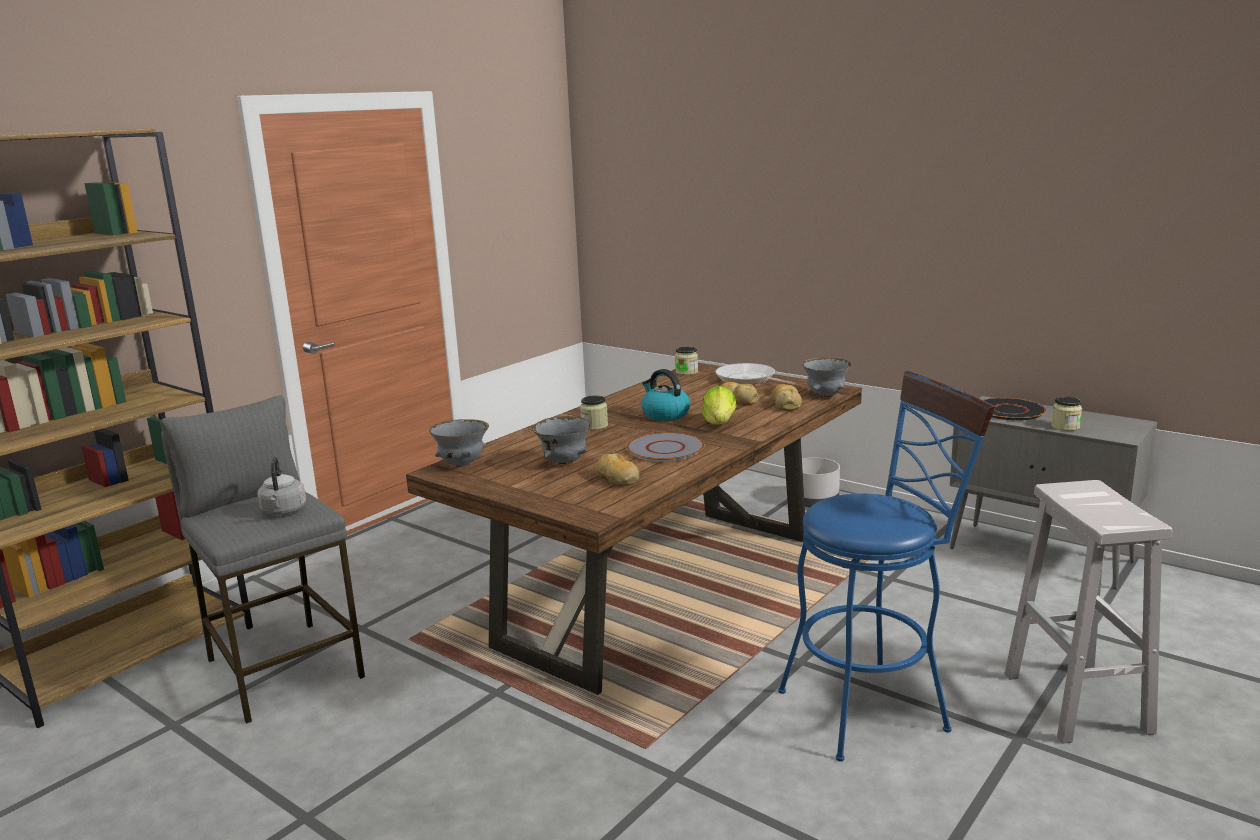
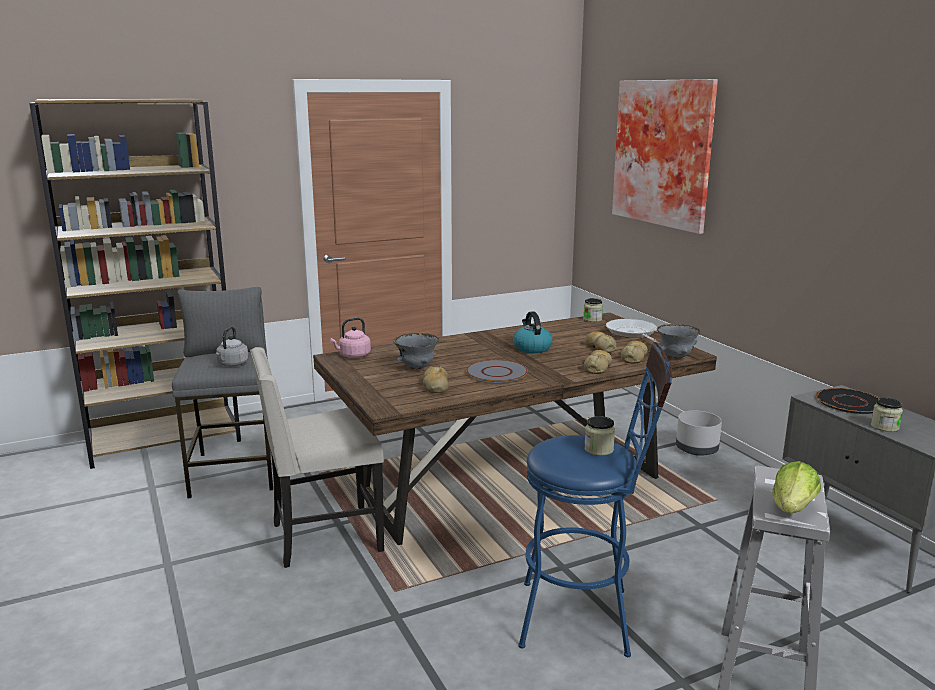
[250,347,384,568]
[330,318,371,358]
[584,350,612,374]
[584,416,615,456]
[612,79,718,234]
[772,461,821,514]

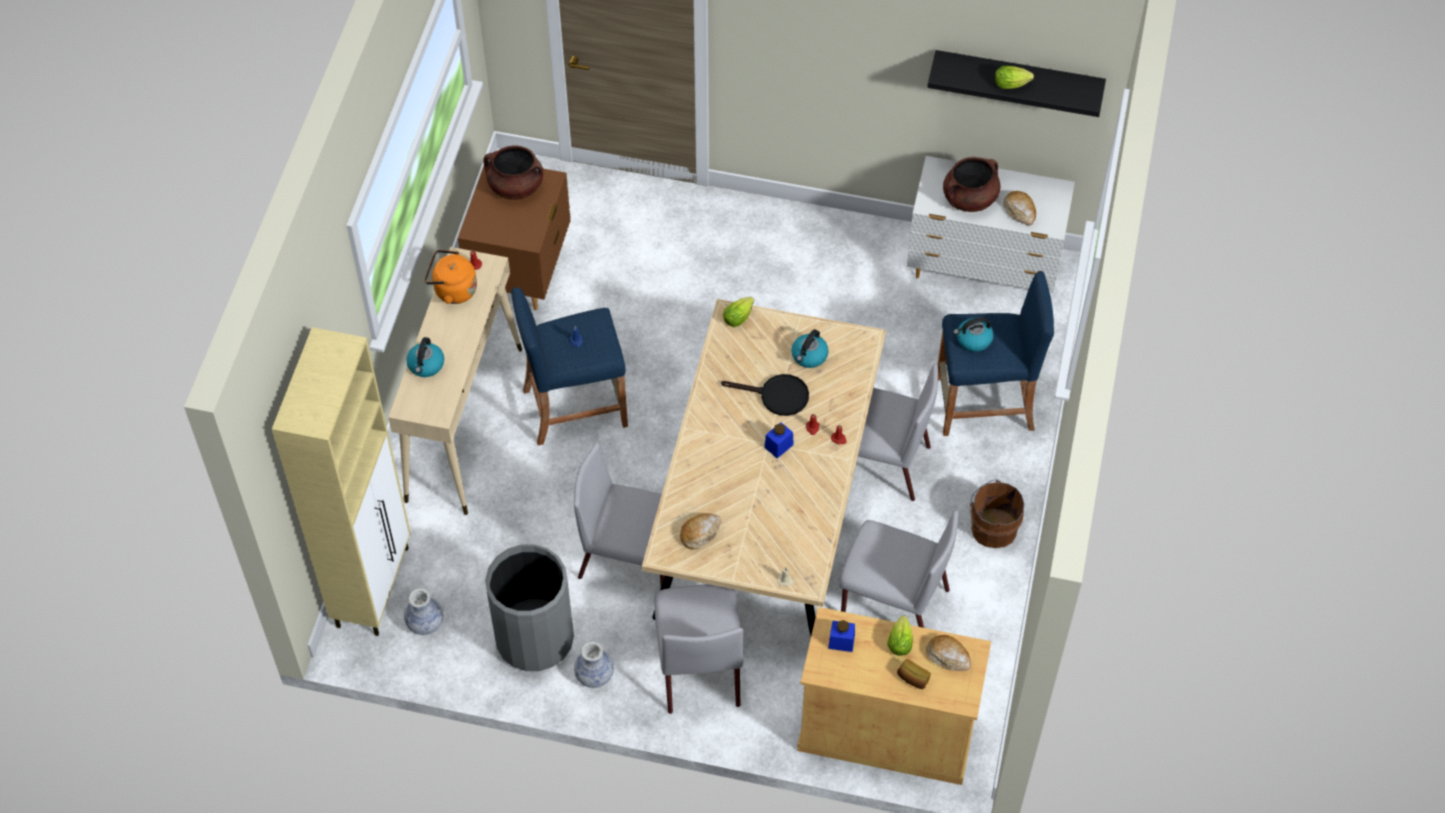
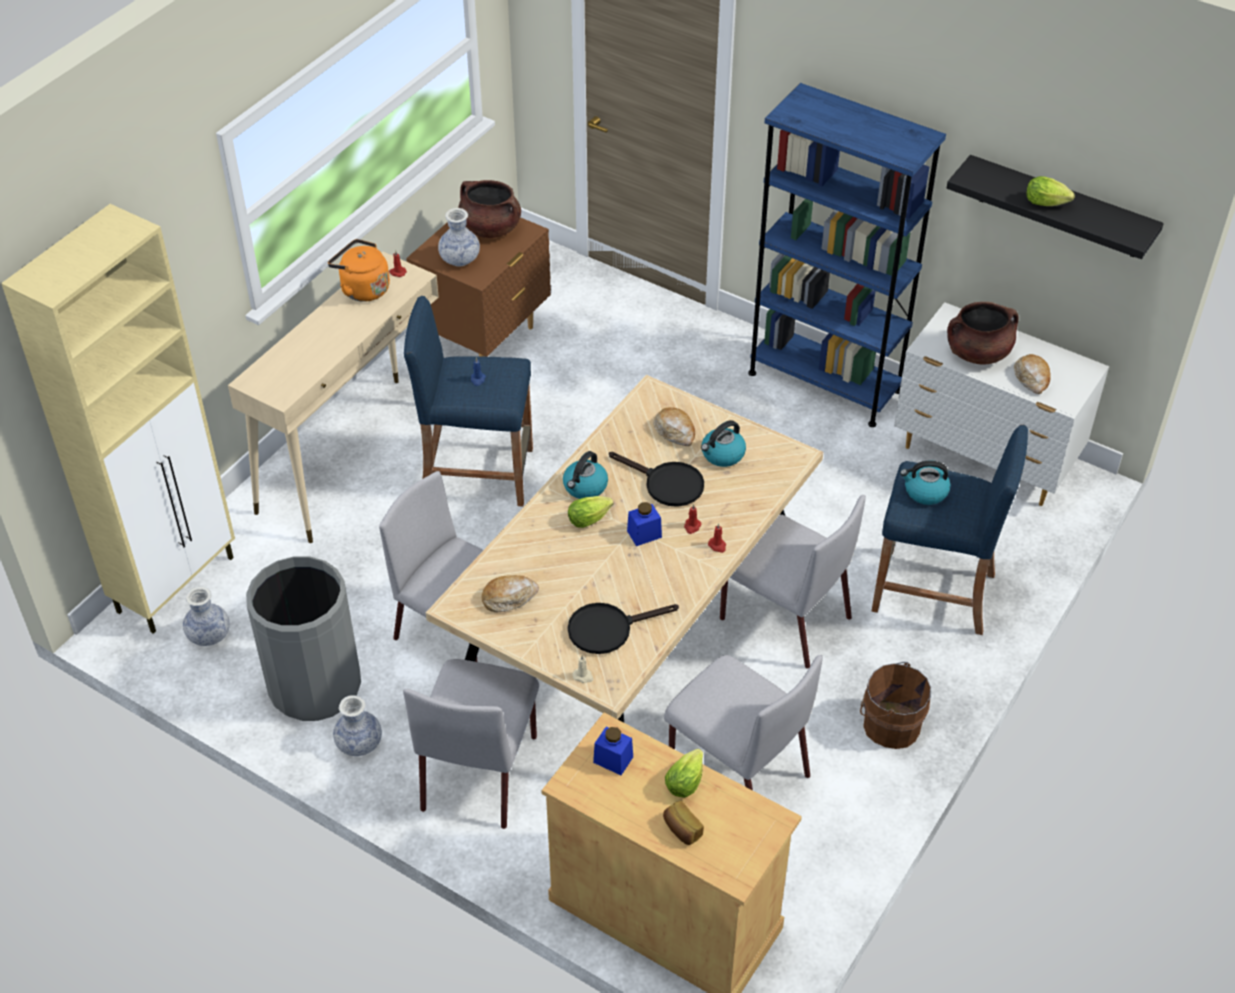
[438,208,480,266]
[563,451,608,499]
[568,496,614,528]
[568,603,679,654]
[653,407,695,446]
[748,83,946,427]

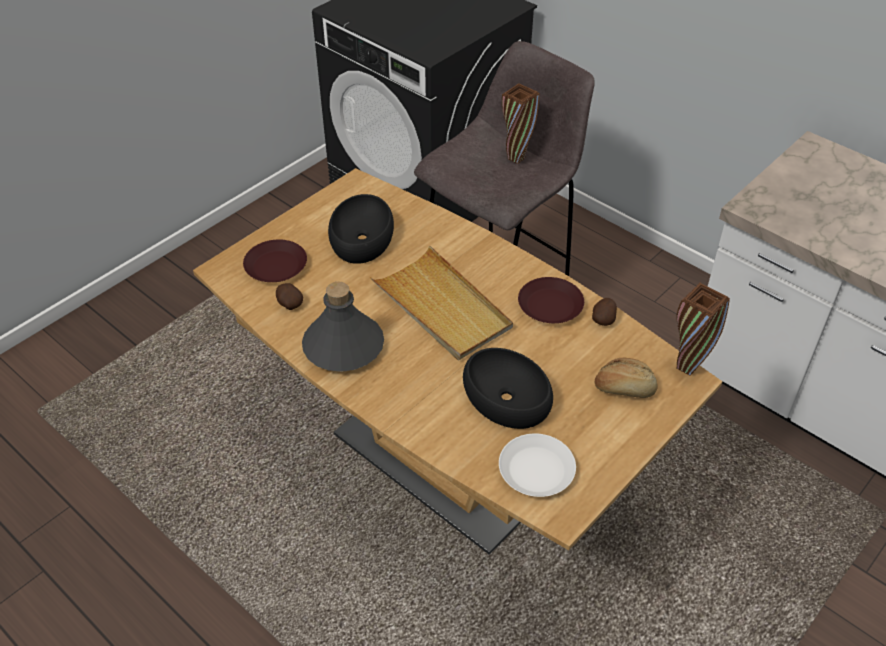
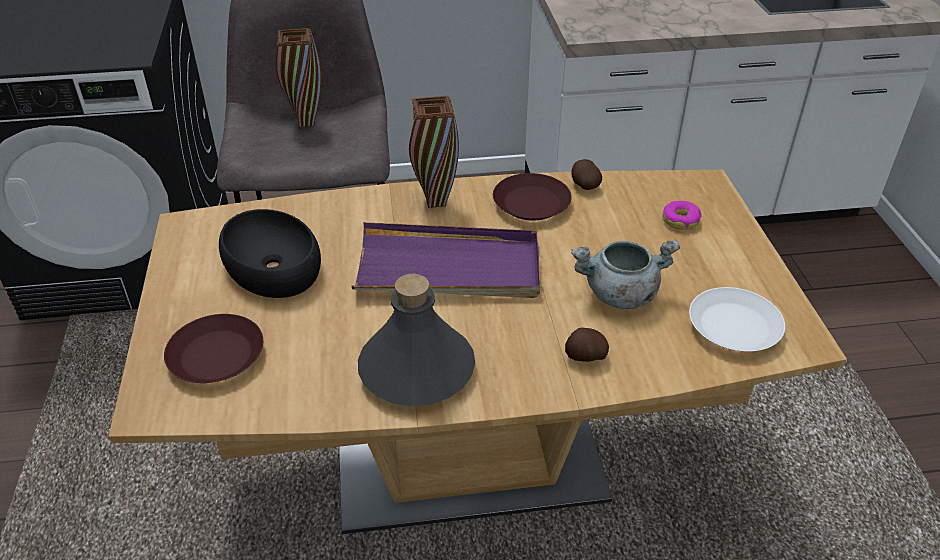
[351,222,540,298]
[409,96,459,208]
[565,328,609,362]
[571,239,680,309]
[663,200,701,230]

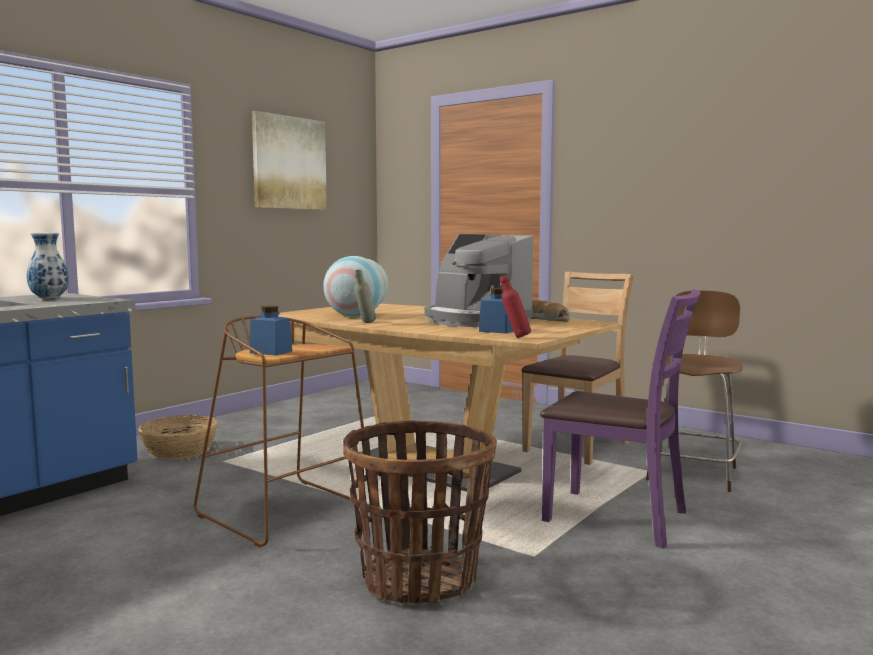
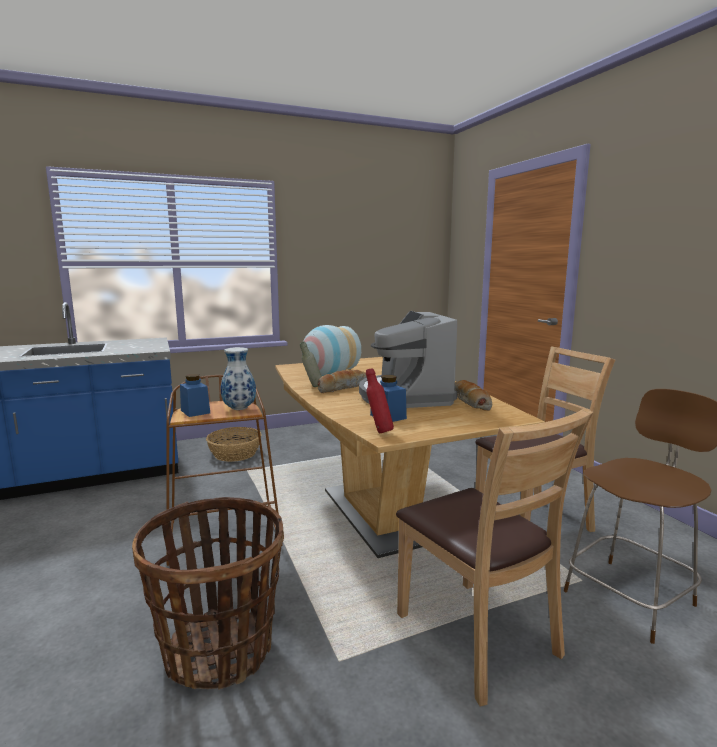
[221,347,256,410]
[318,370,367,393]
[396,408,594,707]
[252,111,327,210] (first image)

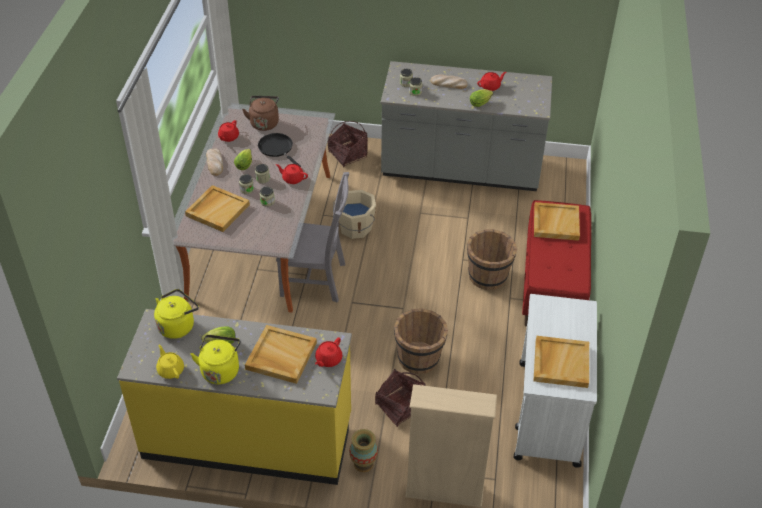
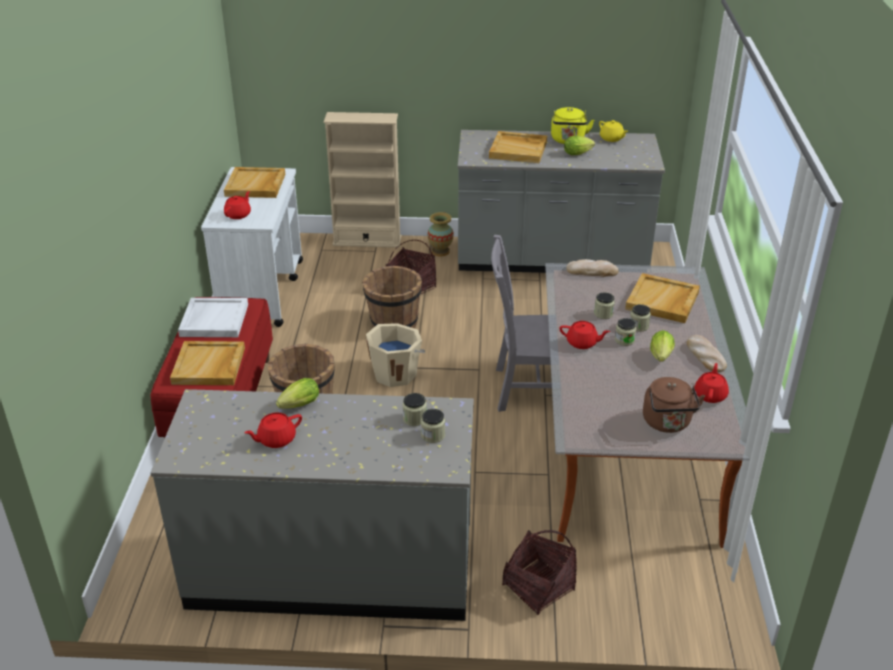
[178,298,248,337]
[224,191,251,219]
[366,323,425,387]
[458,130,665,273]
[566,259,619,277]
[154,289,199,339] (first image)
[258,133,301,167] (first image)

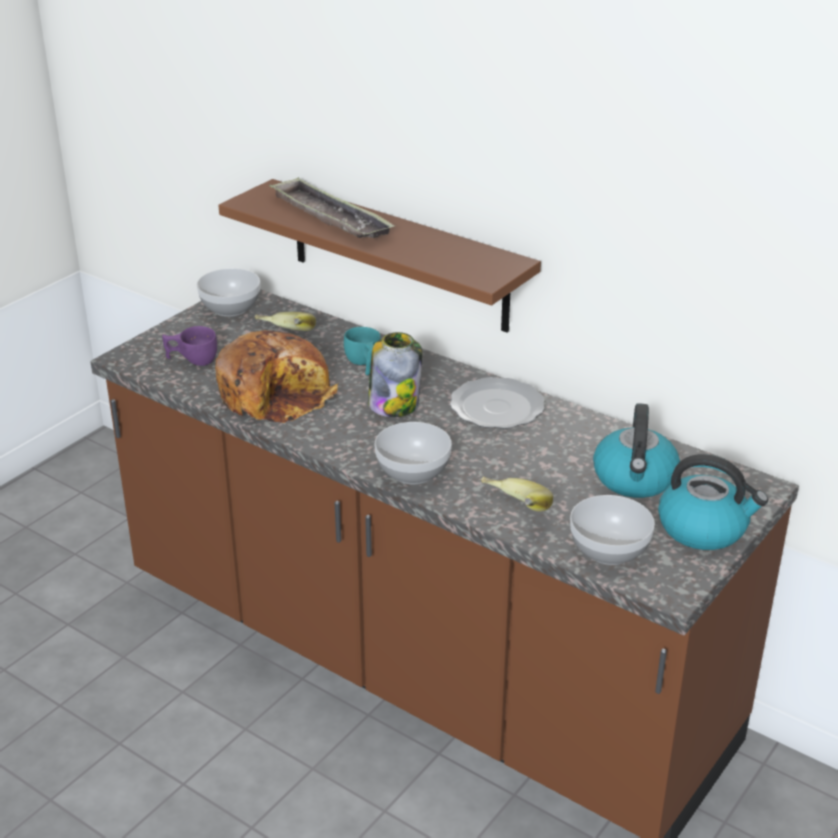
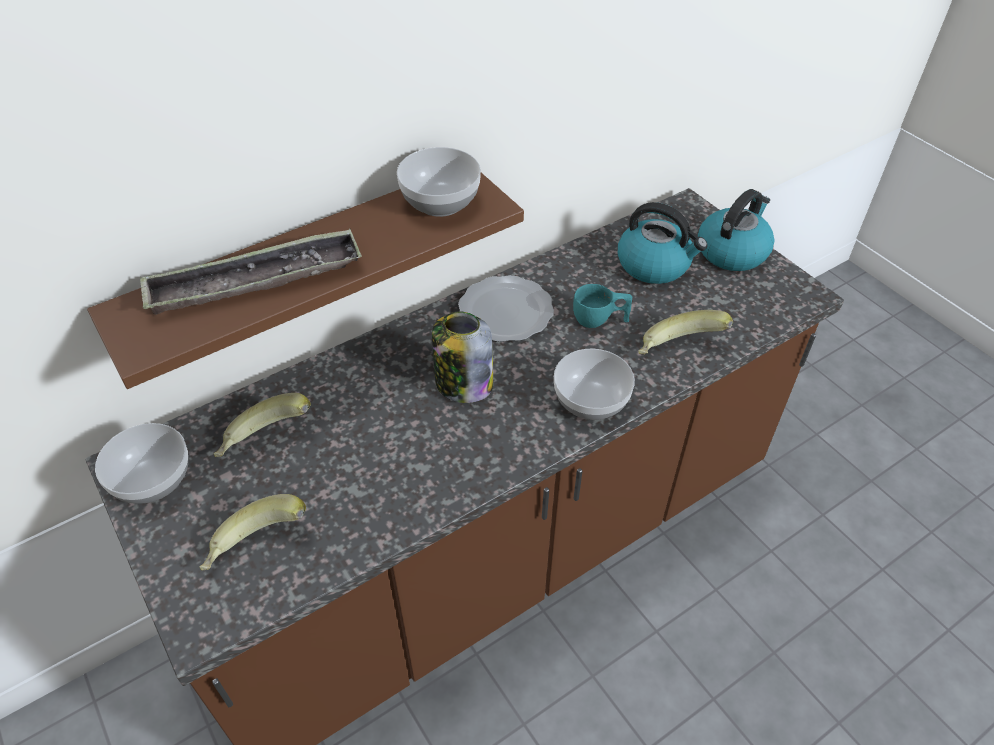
[199,494,306,570]
[397,147,481,217]
[573,284,632,328]
[215,330,339,423] (first image)

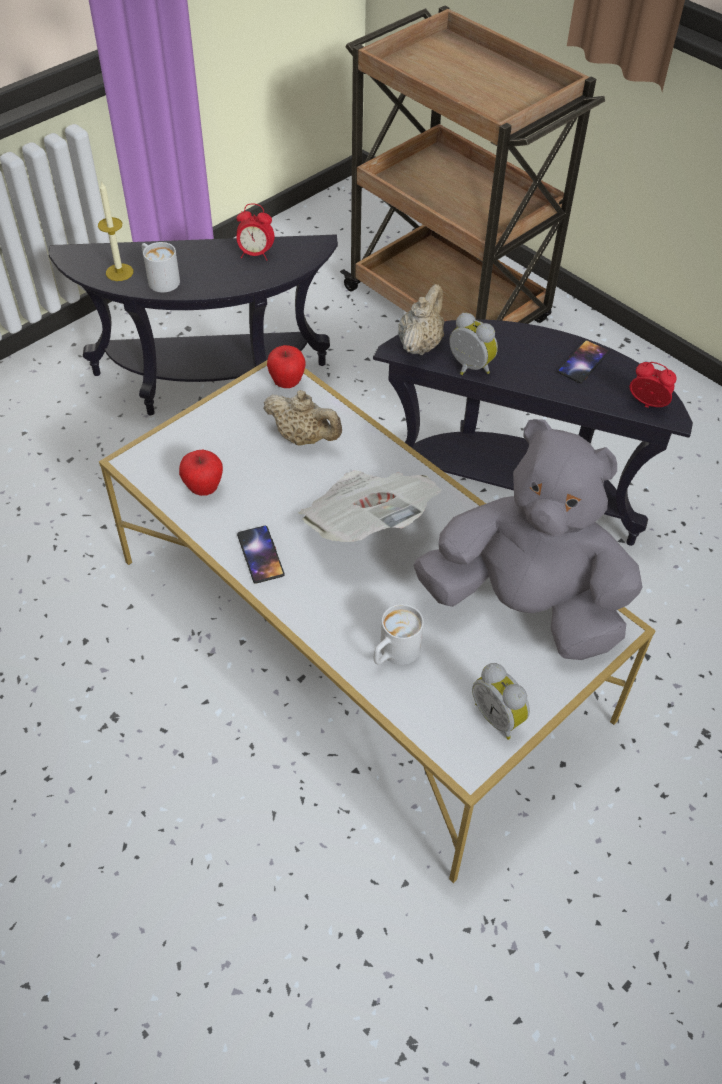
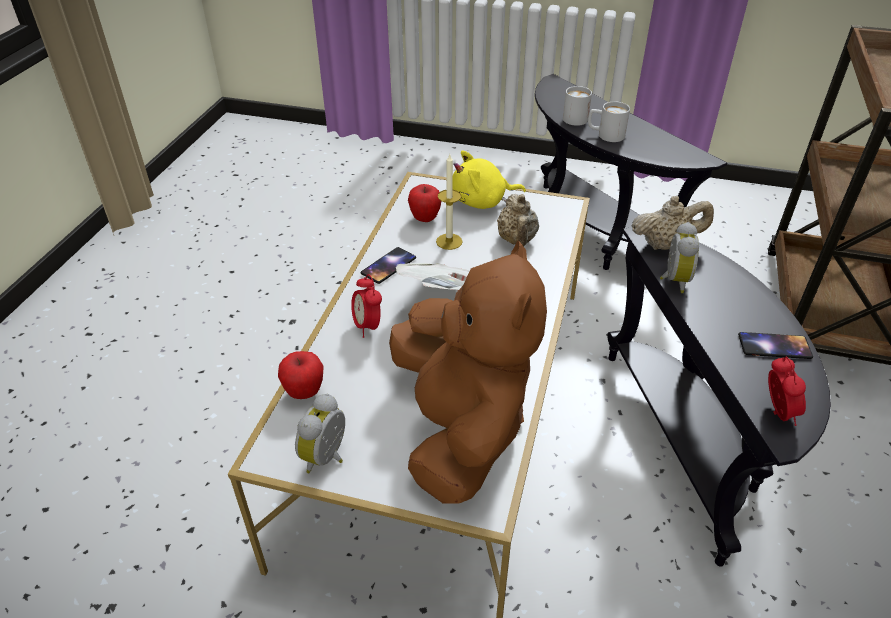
[278,351,323,399]
[351,274,382,338]
[389,241,547,503]
[436,153,463,250]
[453,151,526,209]
[588,101,630,142]

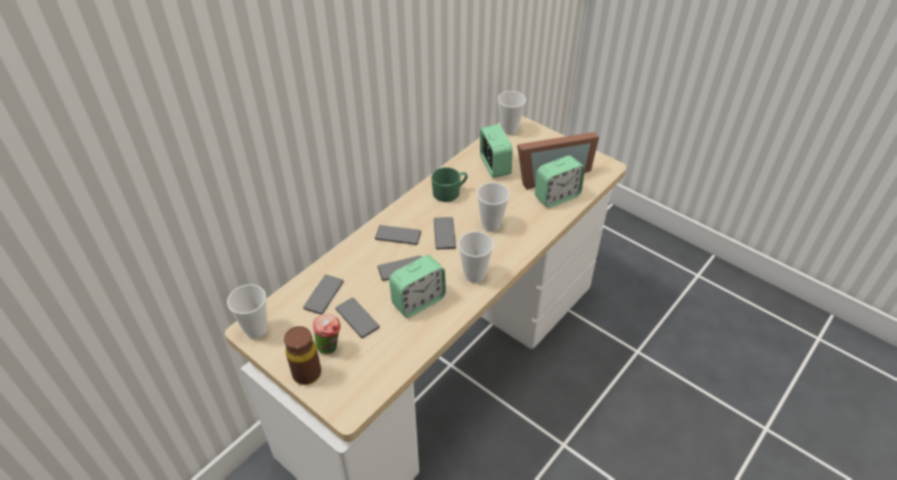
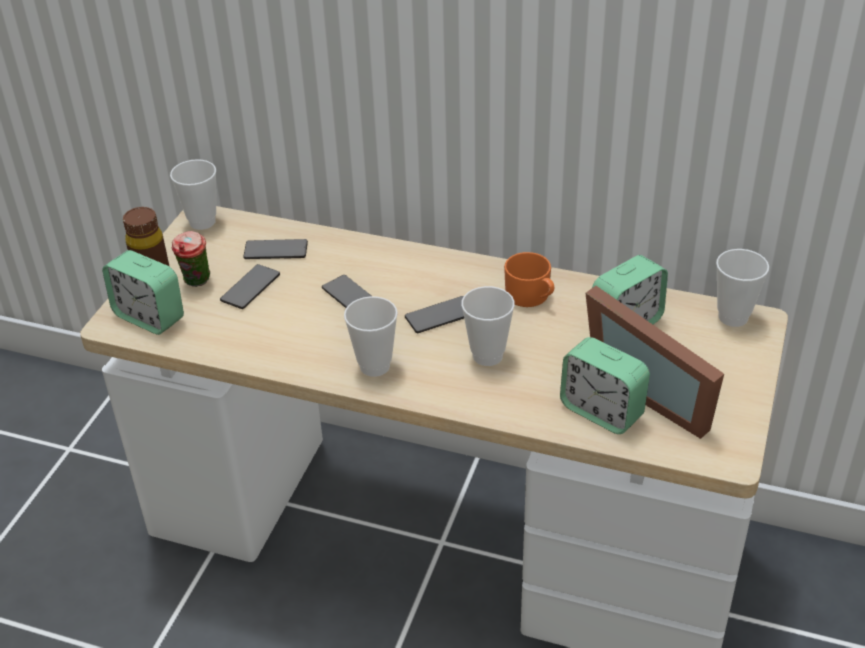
[102,250,184,335]
[504,252,554,307]
[375,225,421,245] (first image)

